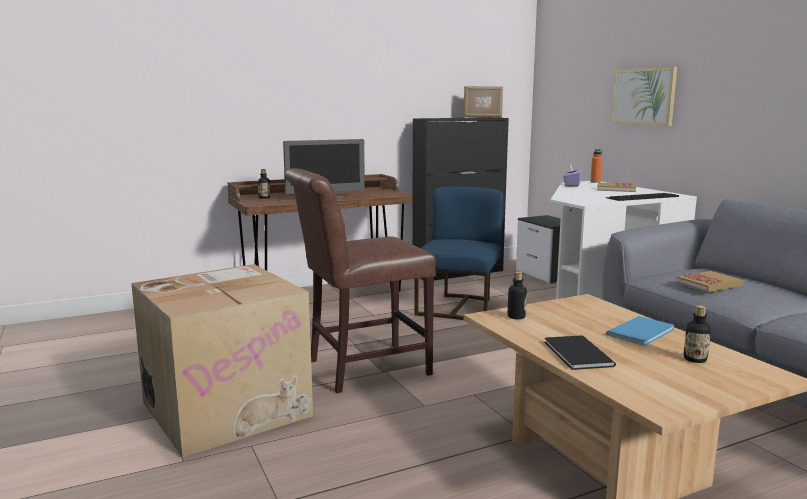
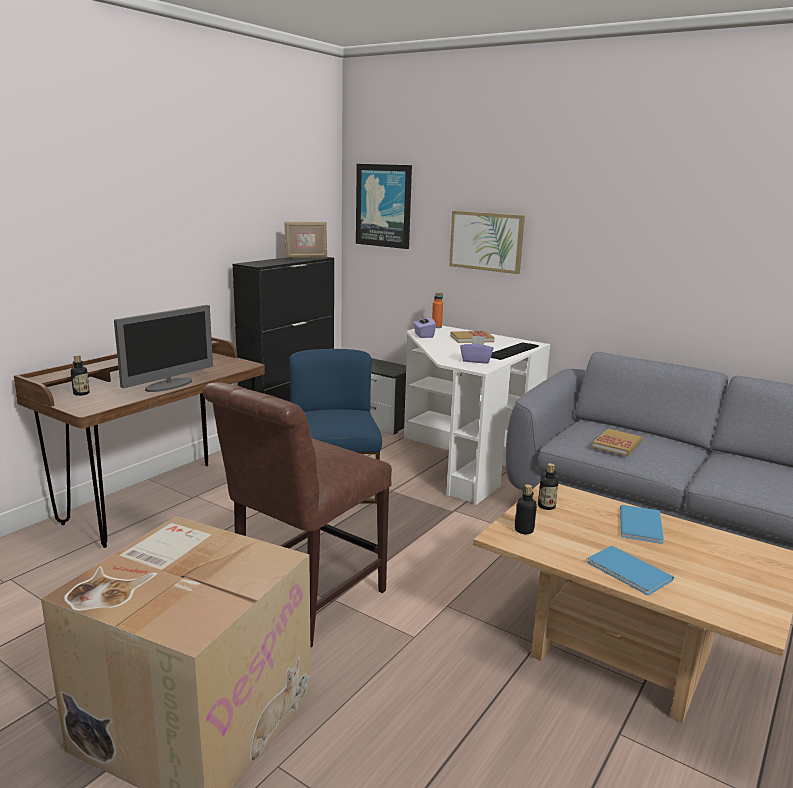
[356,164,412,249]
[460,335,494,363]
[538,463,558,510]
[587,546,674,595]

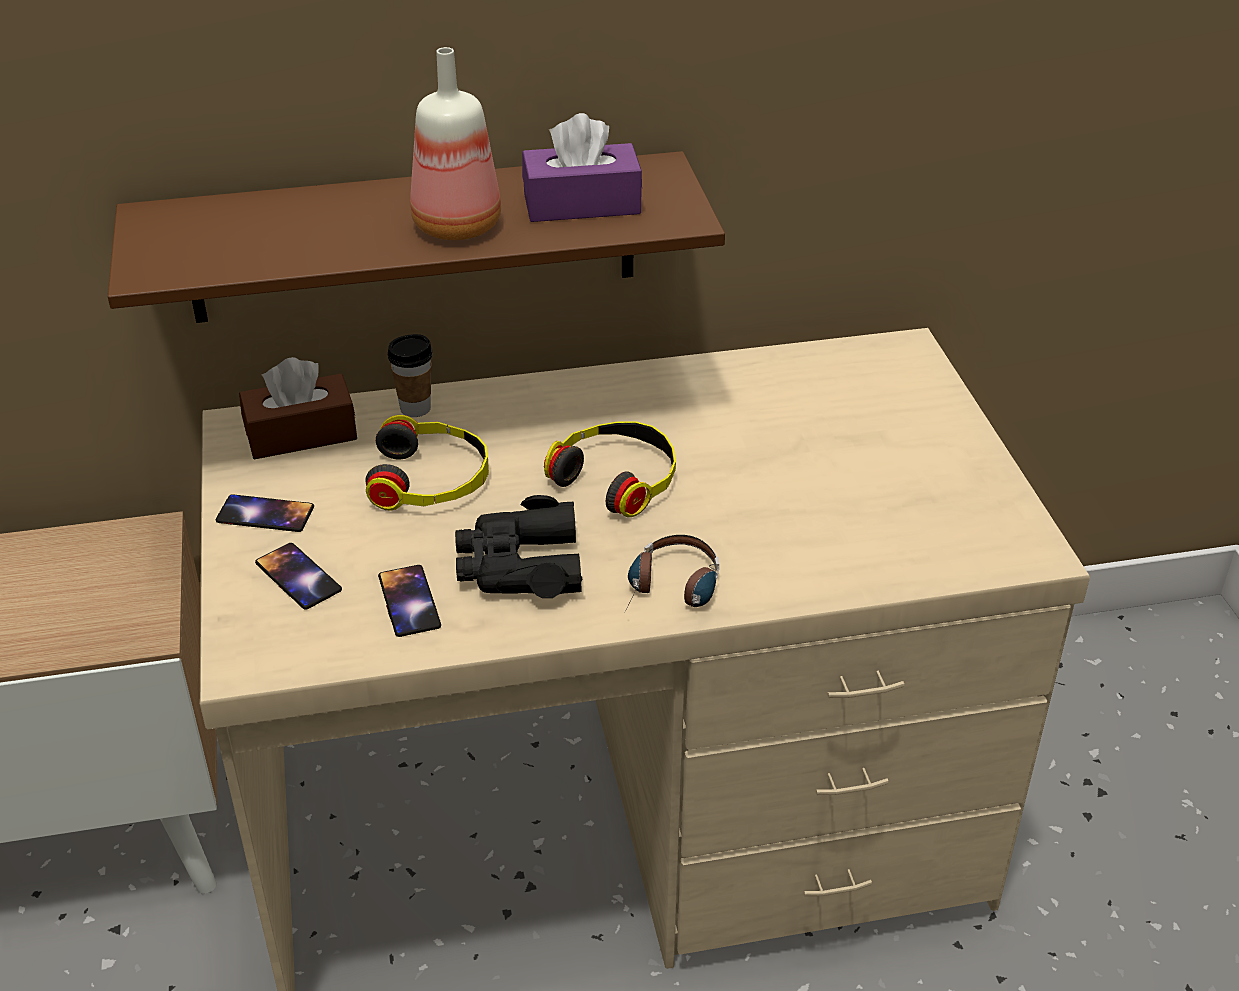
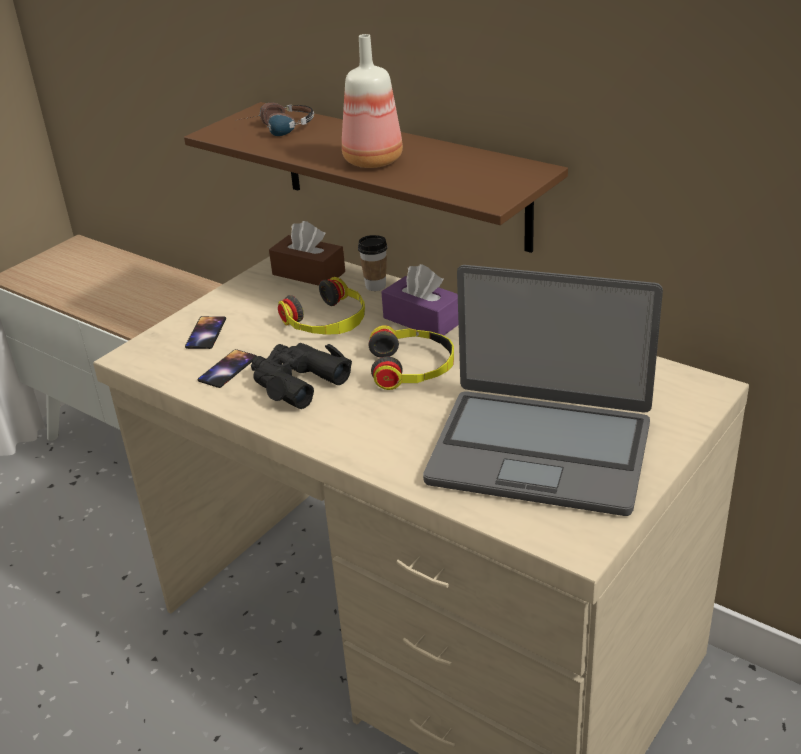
[239,102,314,136]
[381,264,459,336]
[423,265,663,516]
[216,494,314,532] (first image)

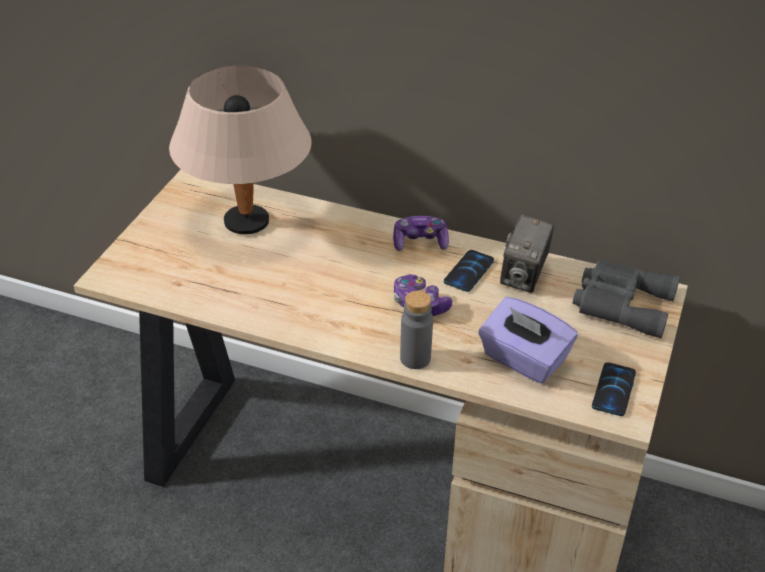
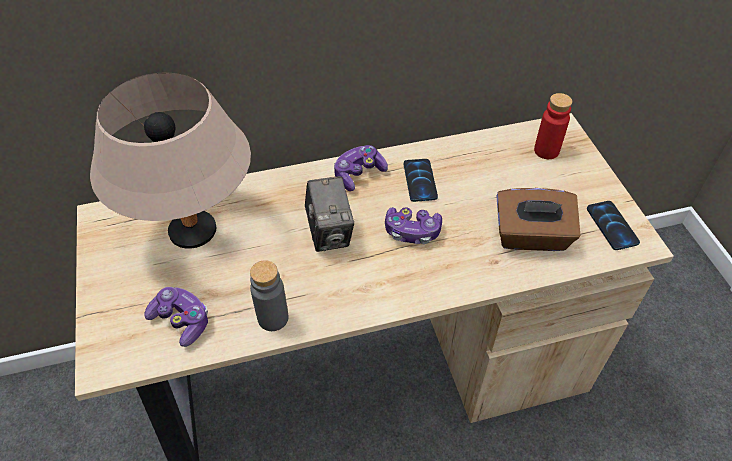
[144,287,208,347]
[250,260,288,331]
[305,176,354,252]
[496,188,580,251]
[534,93,572,159]

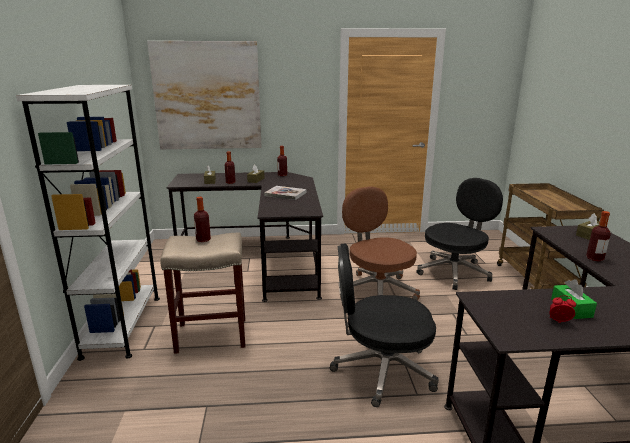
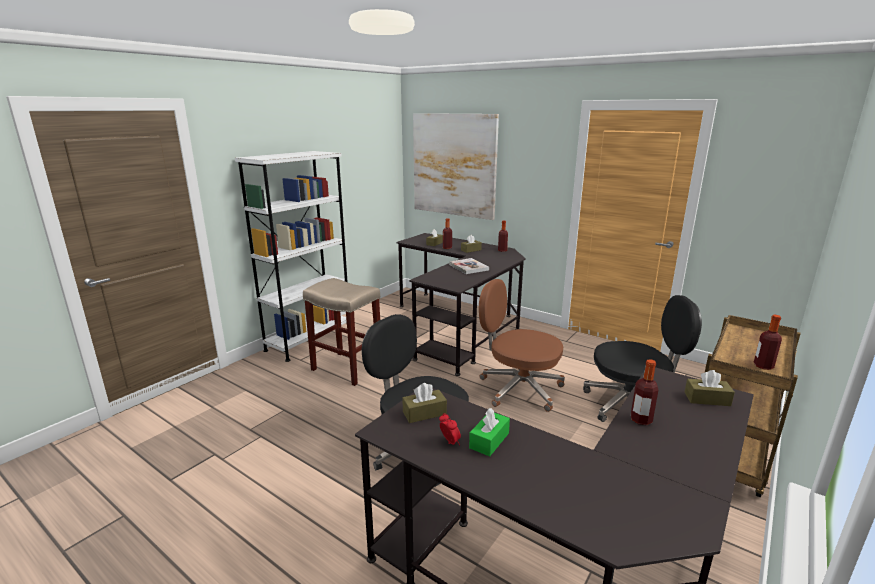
[402,383,447,423]
[479,279,565,412]
[754,315,782,370]

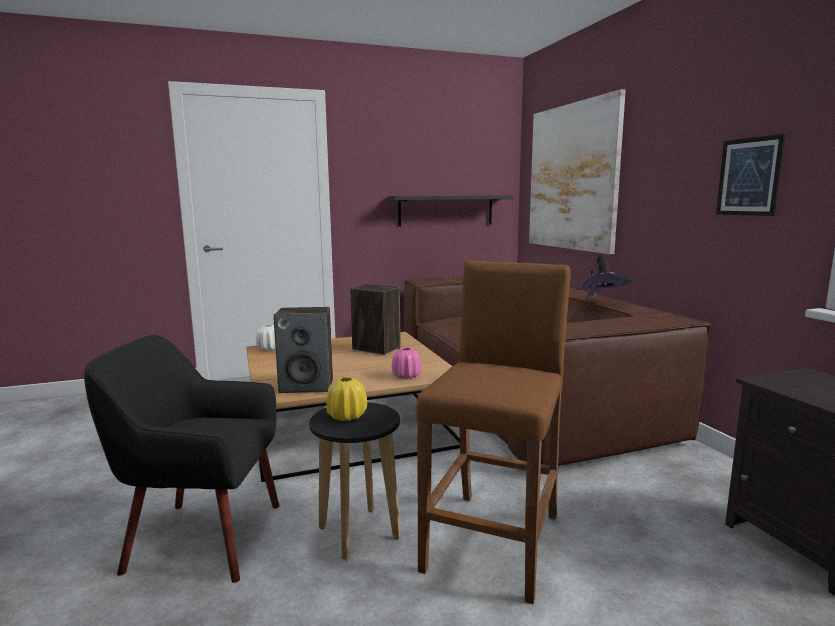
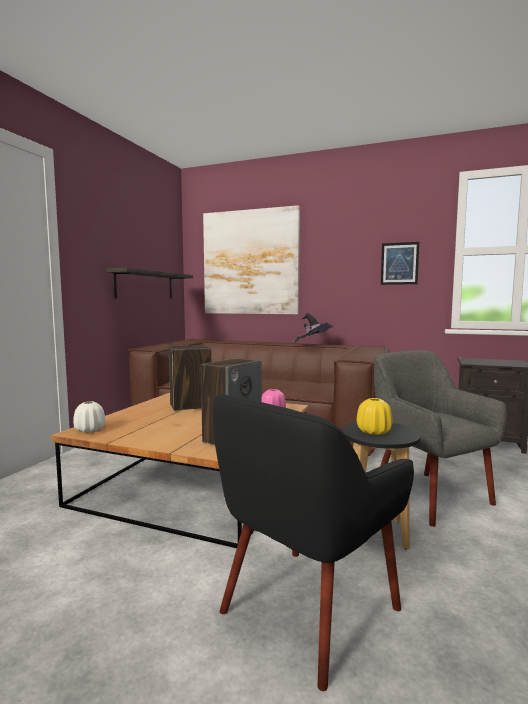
[374,350,507,527]

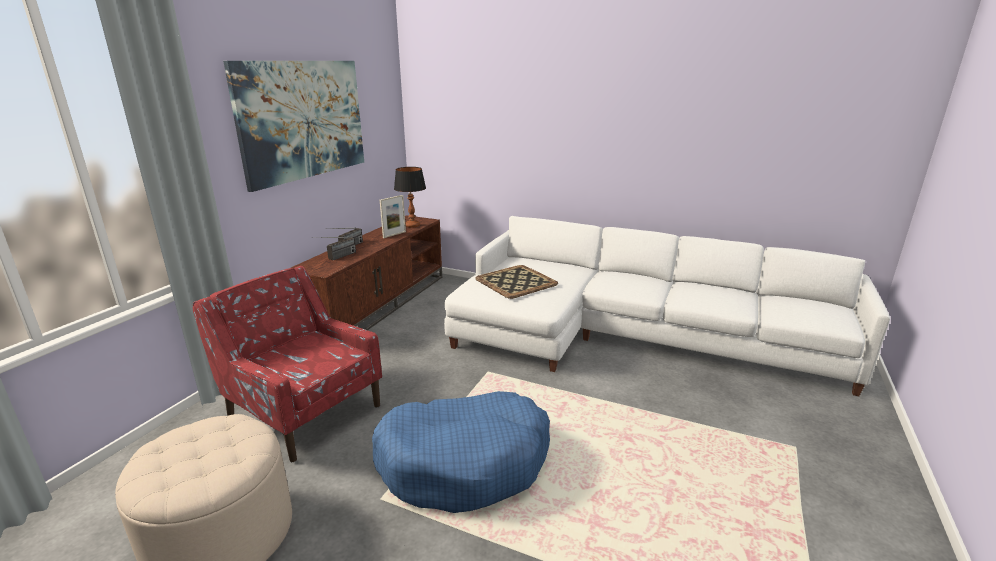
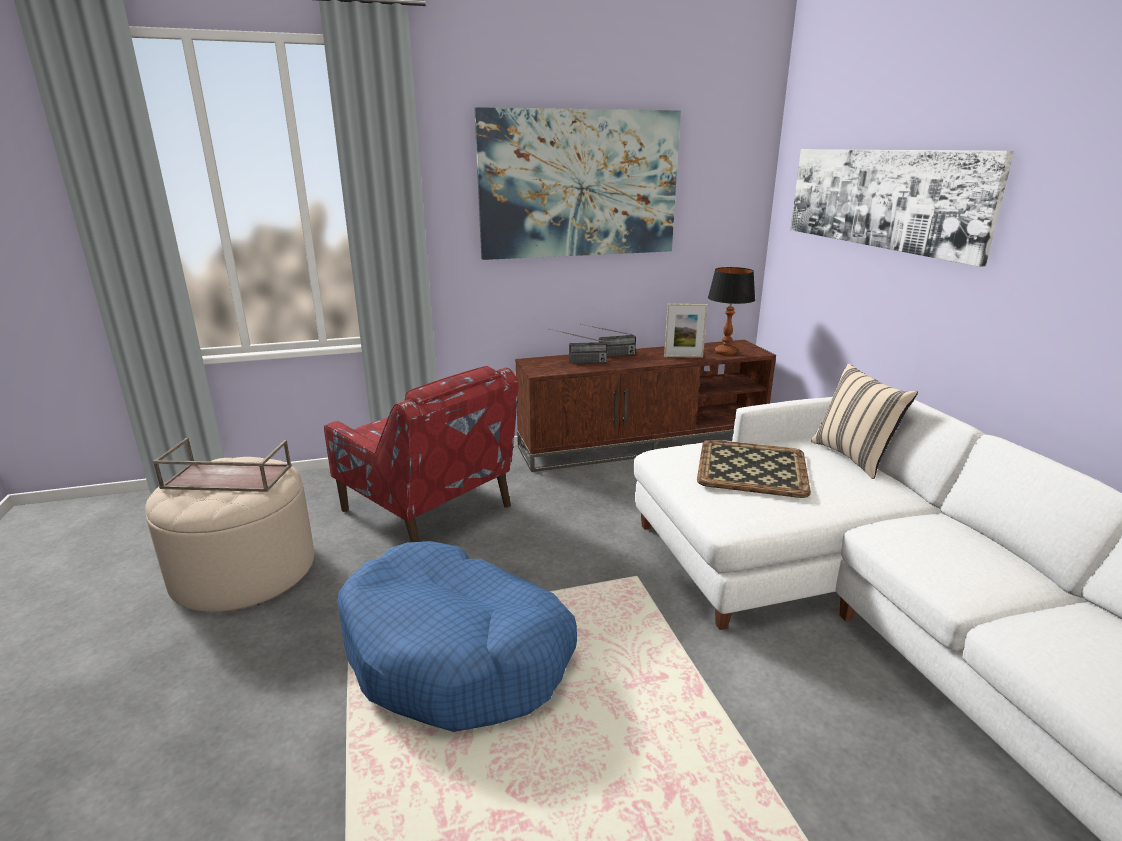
[153,438,292,492]
[324,366,519,542]
[790,149,1014,267]
[811,364,918,479]

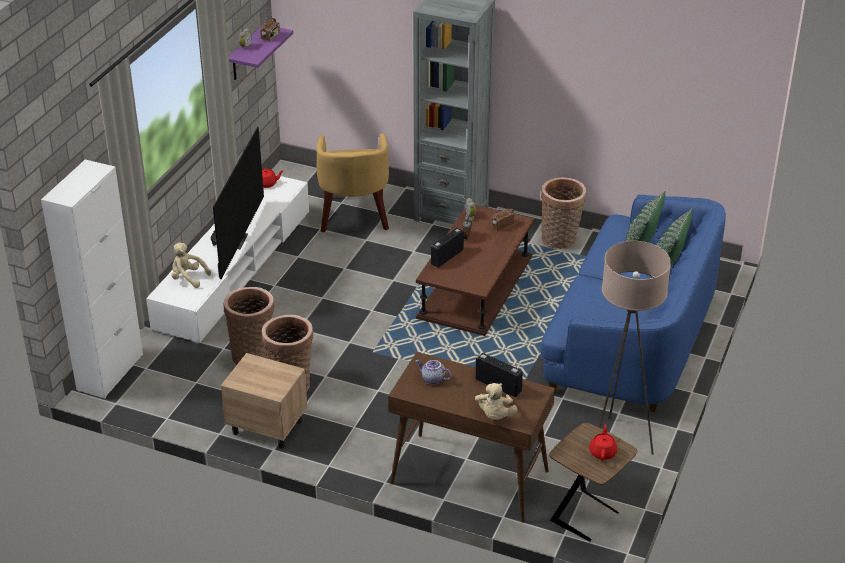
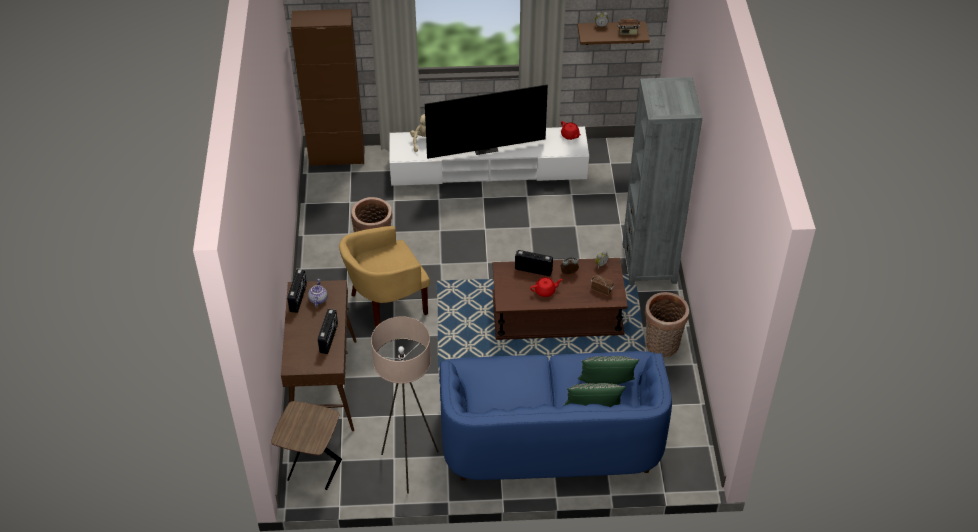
[287,269,307,313]
[291,9,365,166]
[339,226,430,328]
[530,277,563,297]
[577,21,650,45]
[221,353,307,449] (first image)
[224,287,274,365] (first image)
[475,383,517,420] (first image)

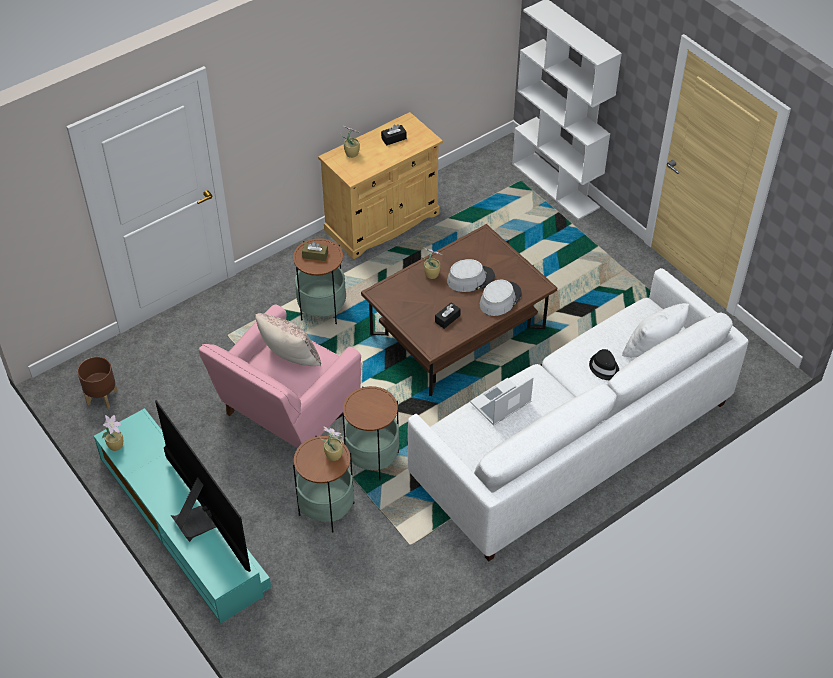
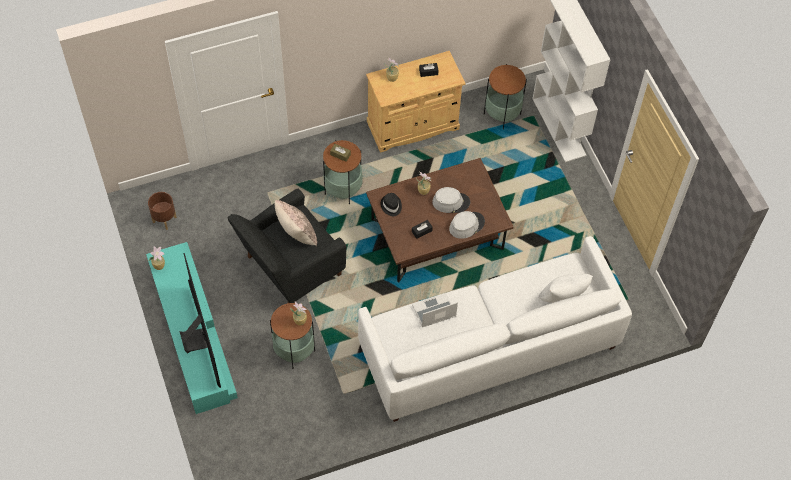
[228,189,347,303]
[381,193,402,216]
[484,64,527,129]

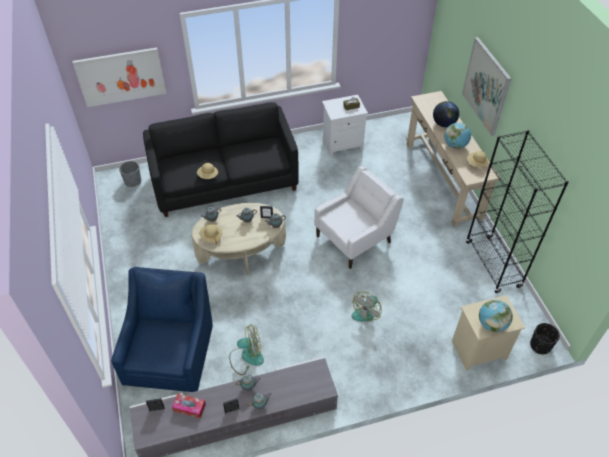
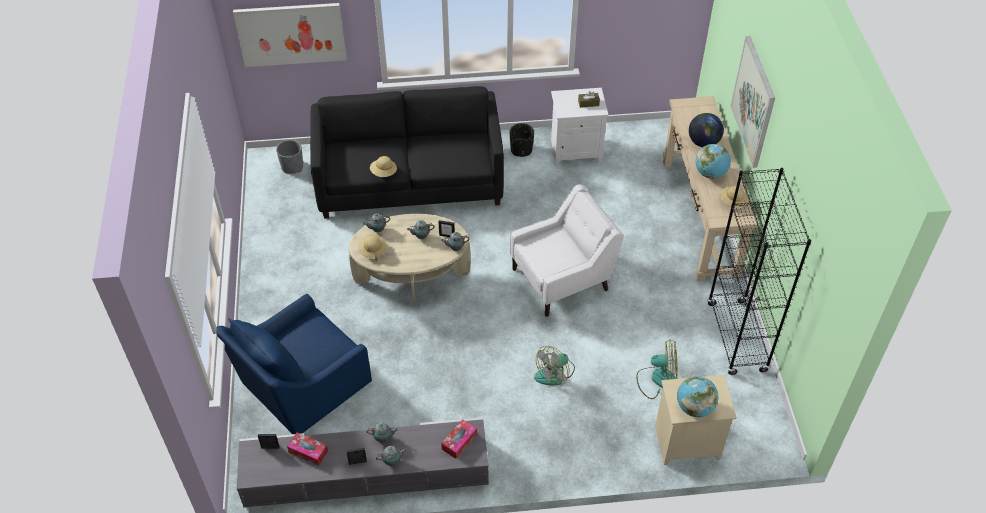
[216,294,372,434]
[441,419,477,459]
[510,123,534,157]
[636,339,678,399]

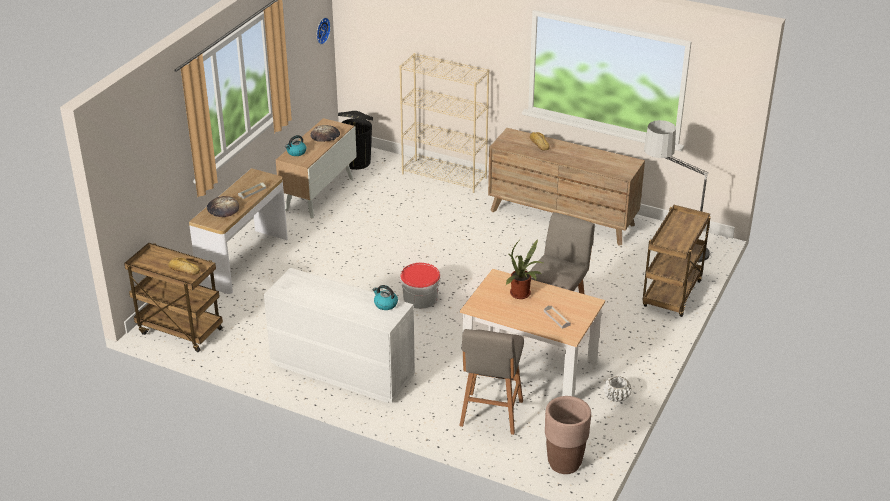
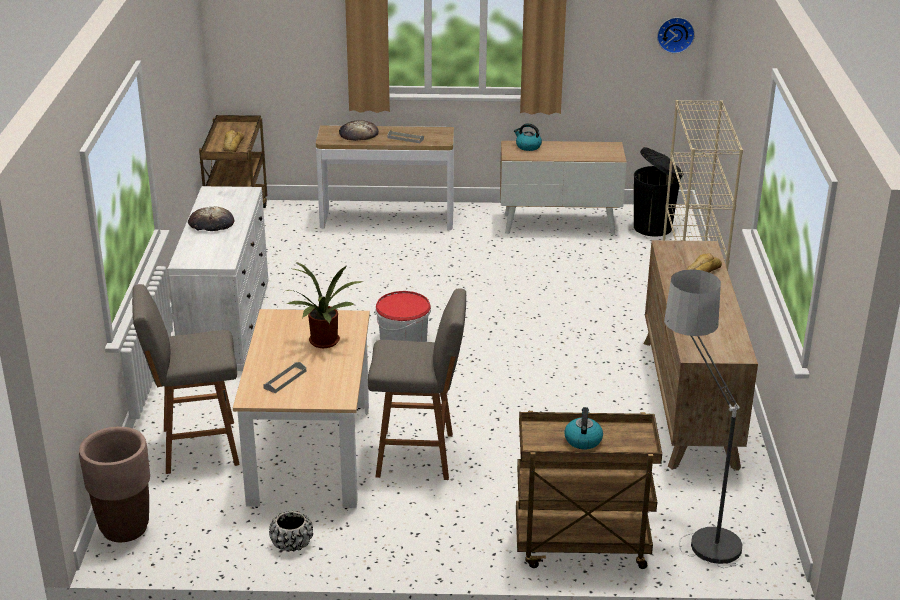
[188,206,234,231]
[269,511,313,552]
[564,407,603,449]

